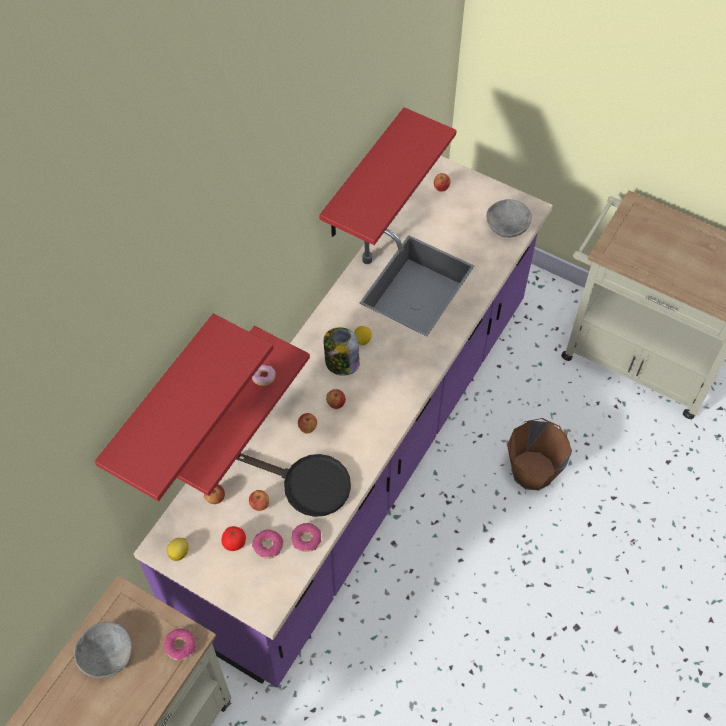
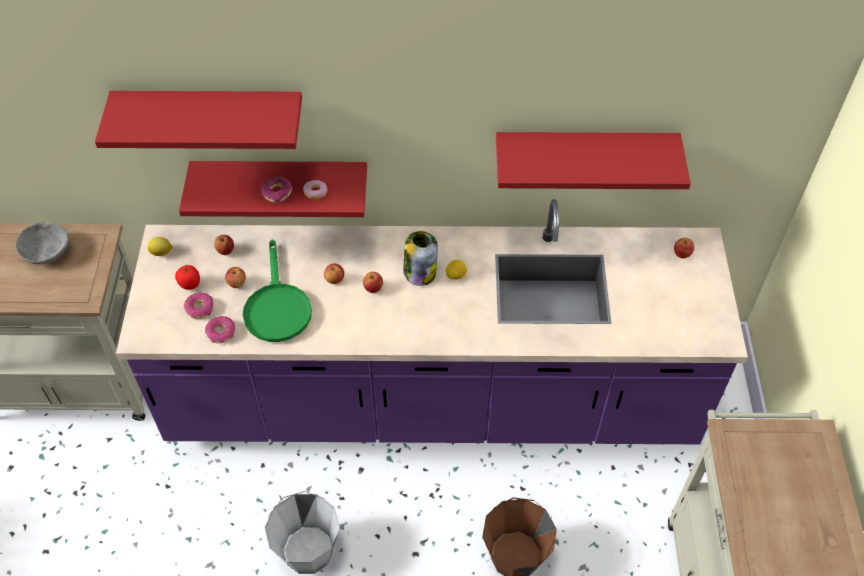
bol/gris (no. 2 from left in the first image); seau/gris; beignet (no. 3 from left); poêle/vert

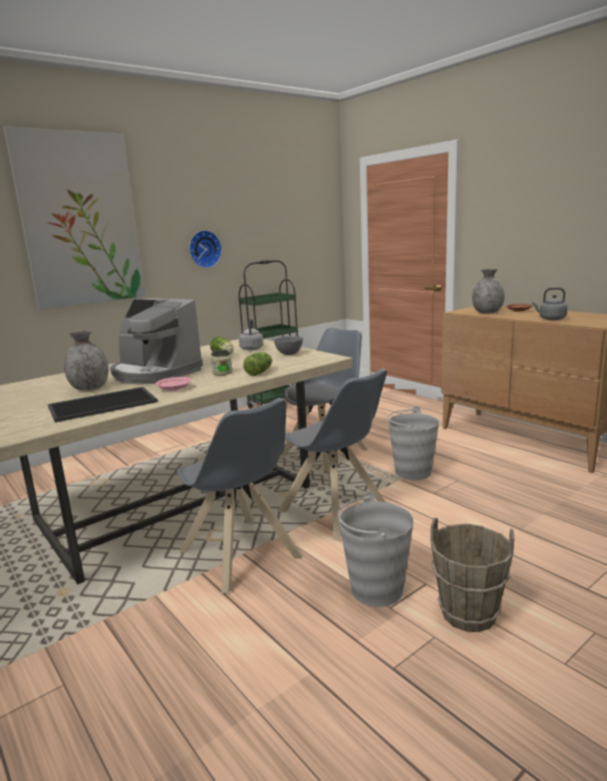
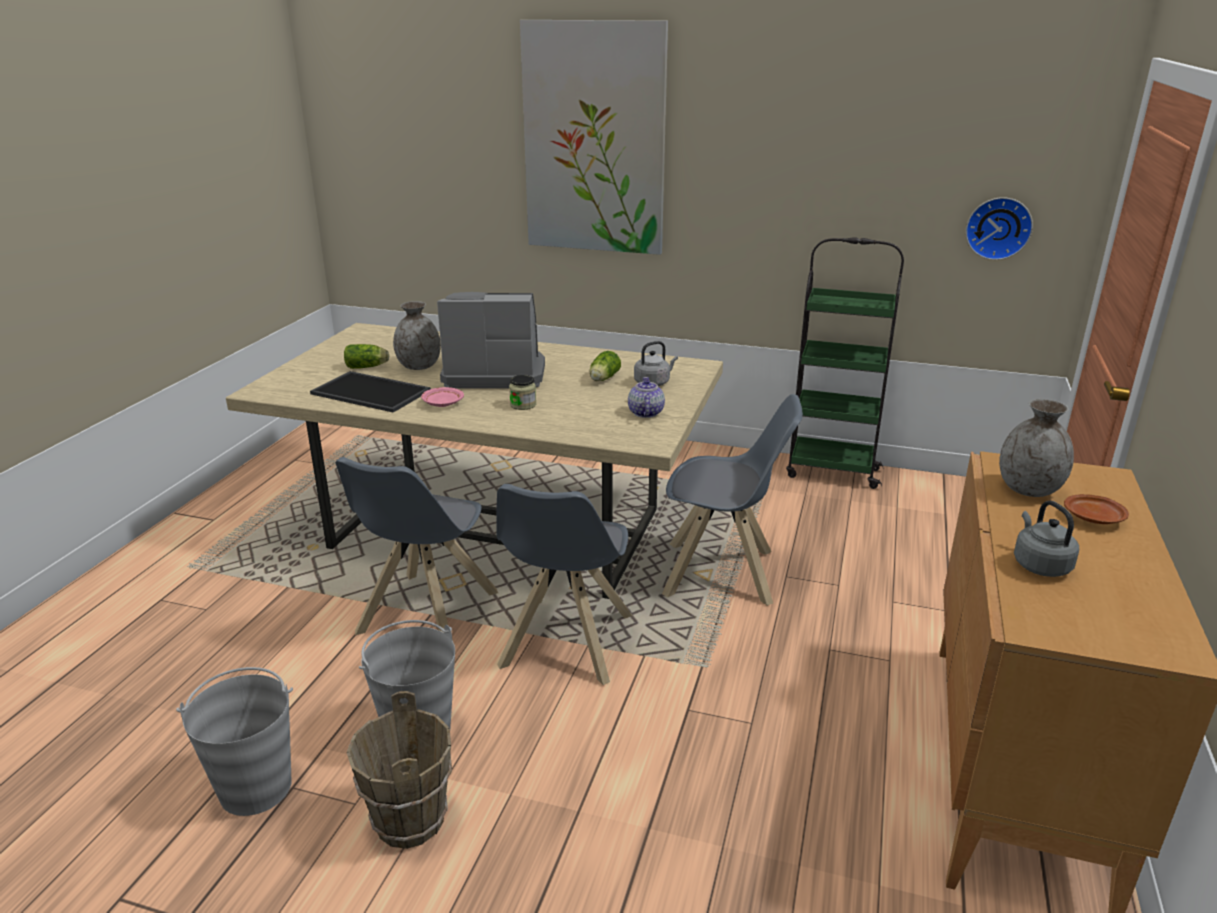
horloge murale; laitue (no. 1 from left); seau/gris (no. 1 from left); théière; machine à café

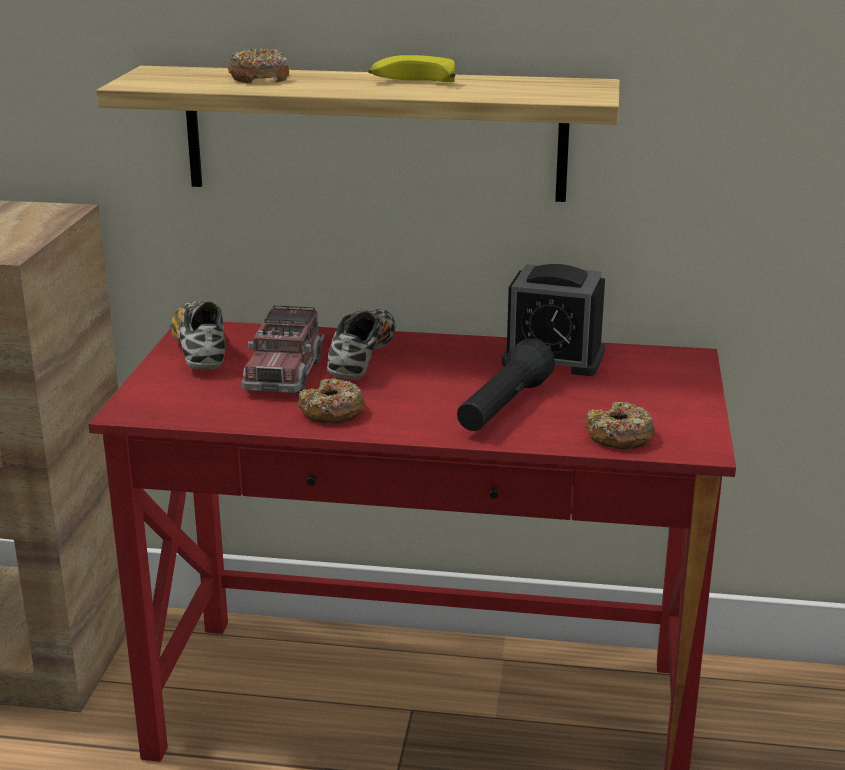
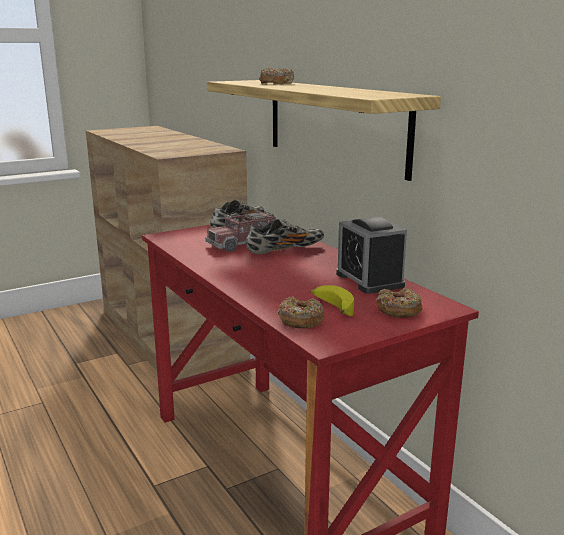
lampe de poche/noir; beignet (no. 3 from left); banane

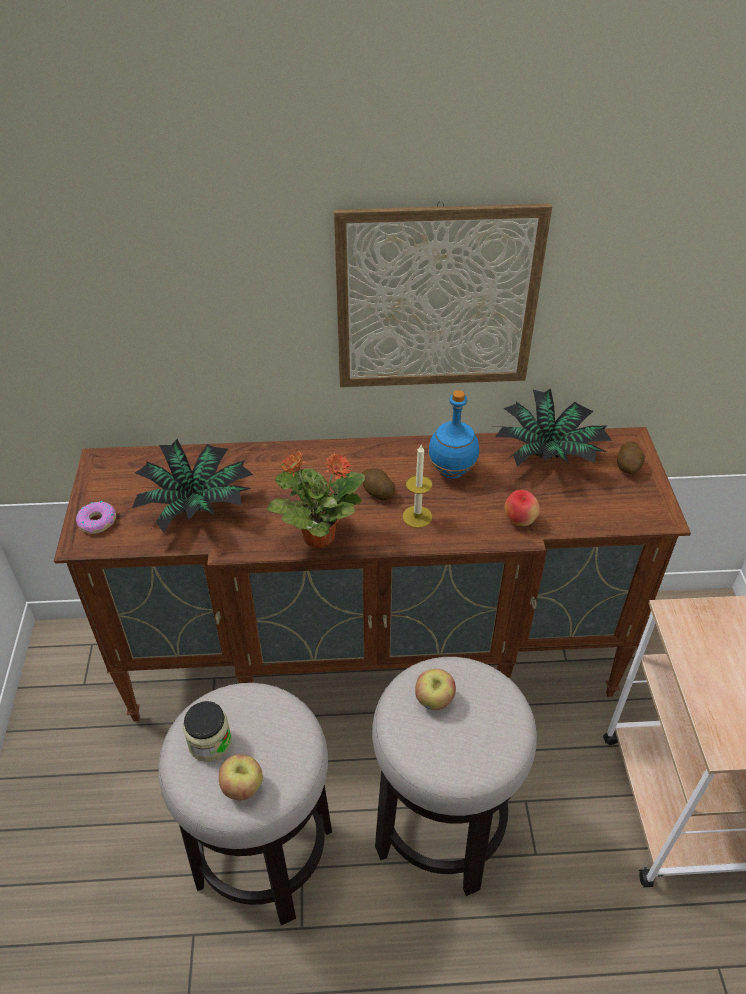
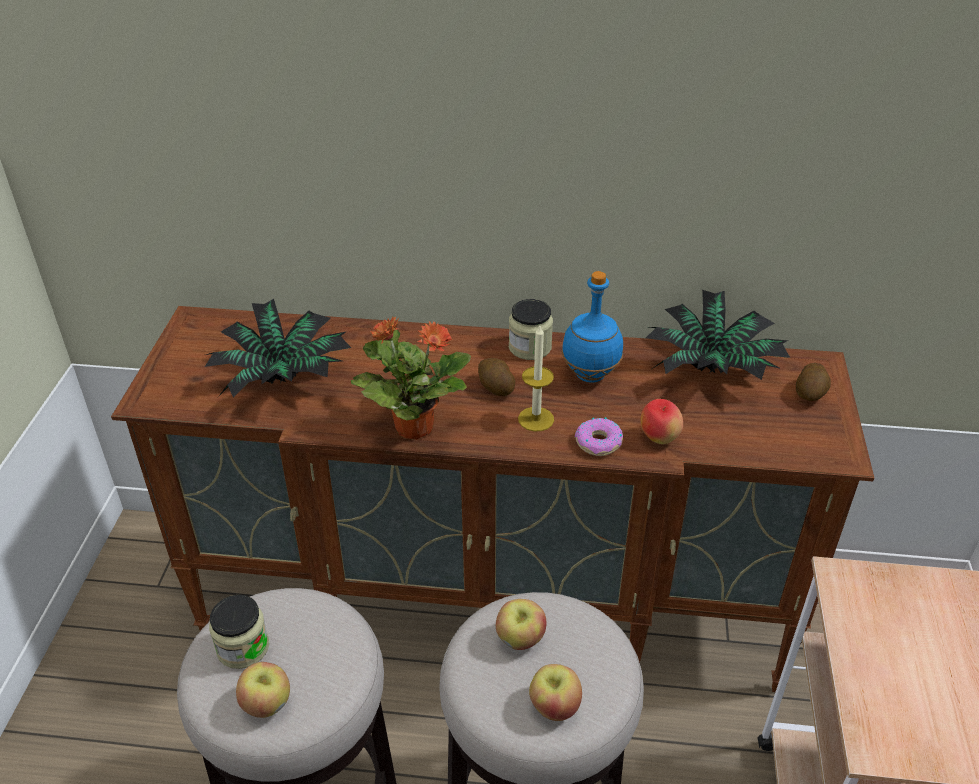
tableau; bocal (no. 2 from left); pomme (no. 3 from left); beignet

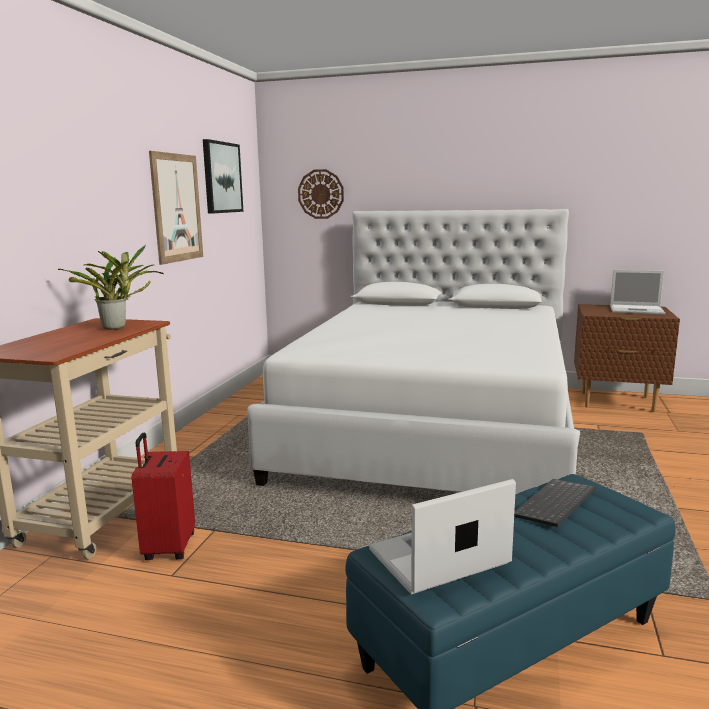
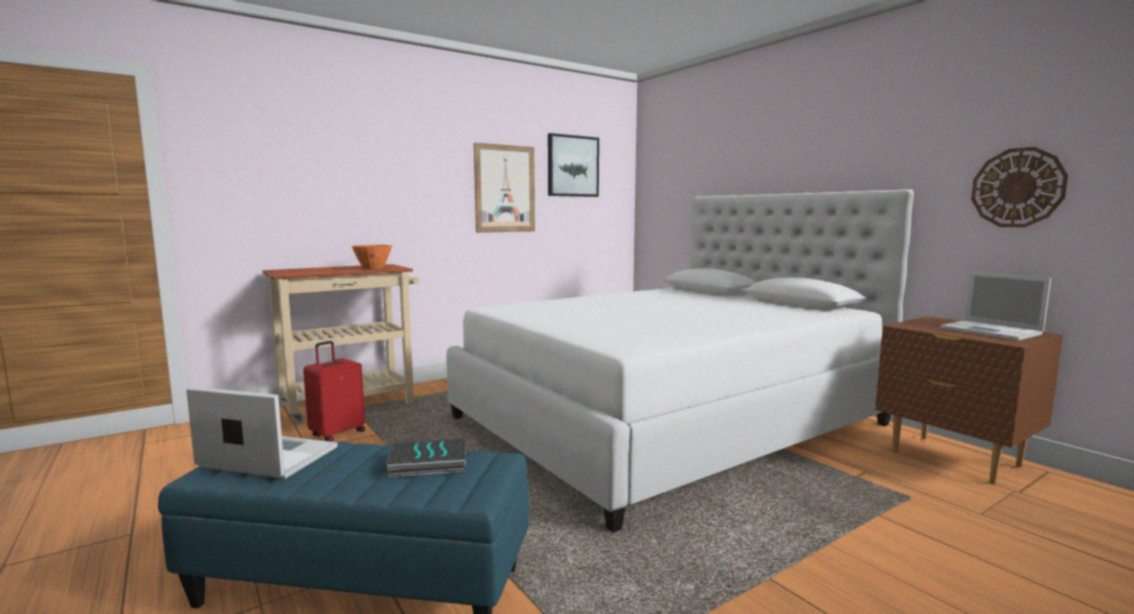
horloge murale; bol/orange; livre

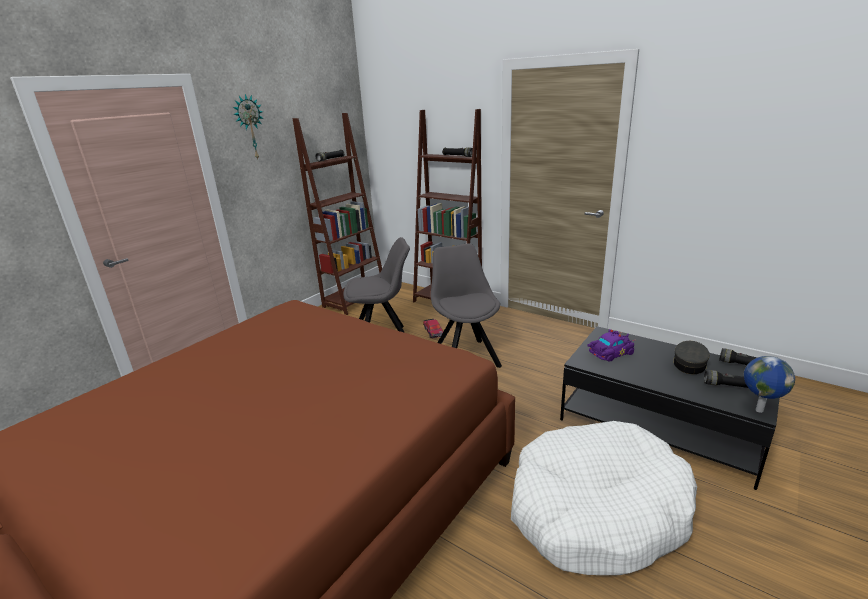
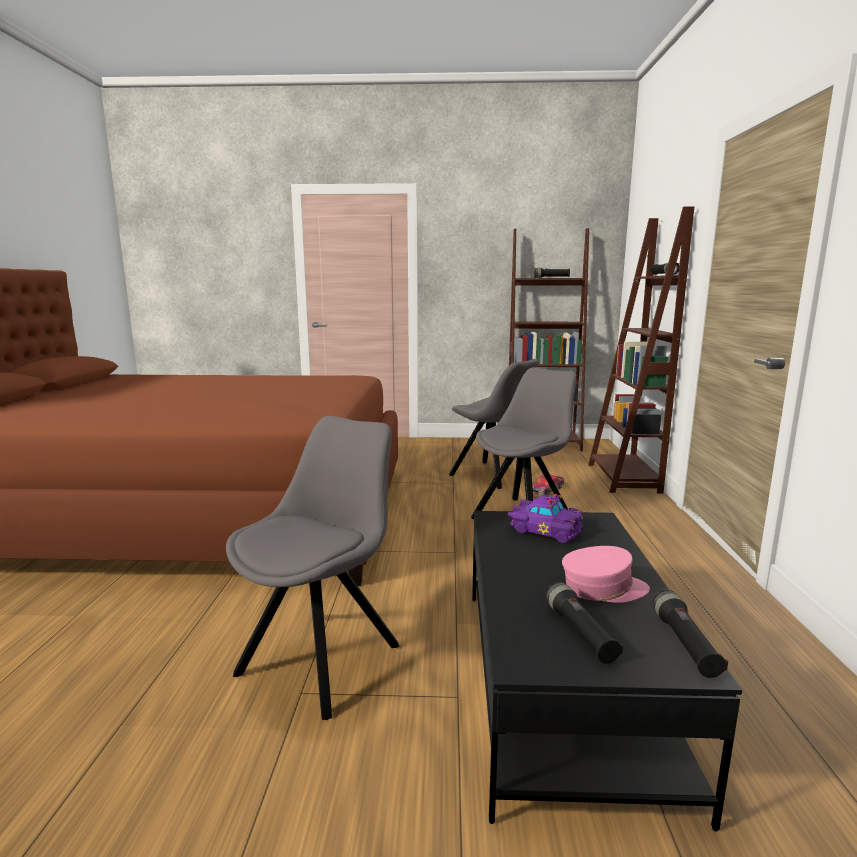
horloge murale; globe; chaise/gris (no. 1 from left); casquette/rose

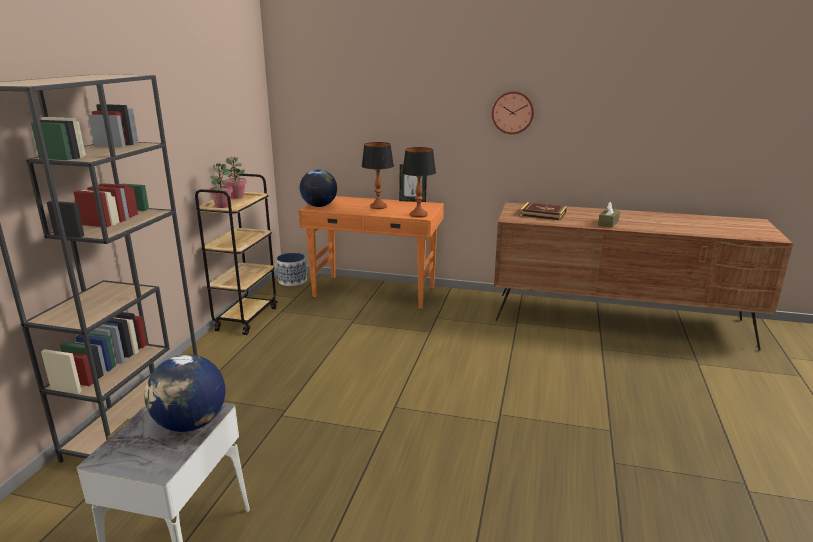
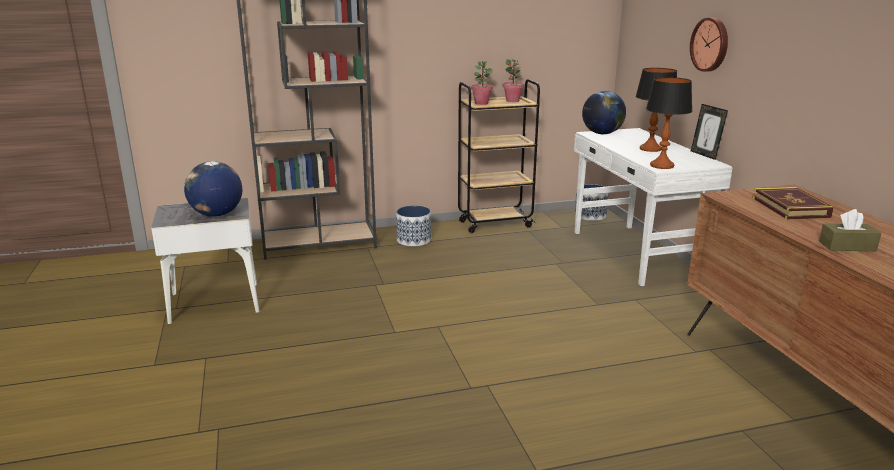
cache-pot (no. 1 from left); horloge murale; table console/blanc

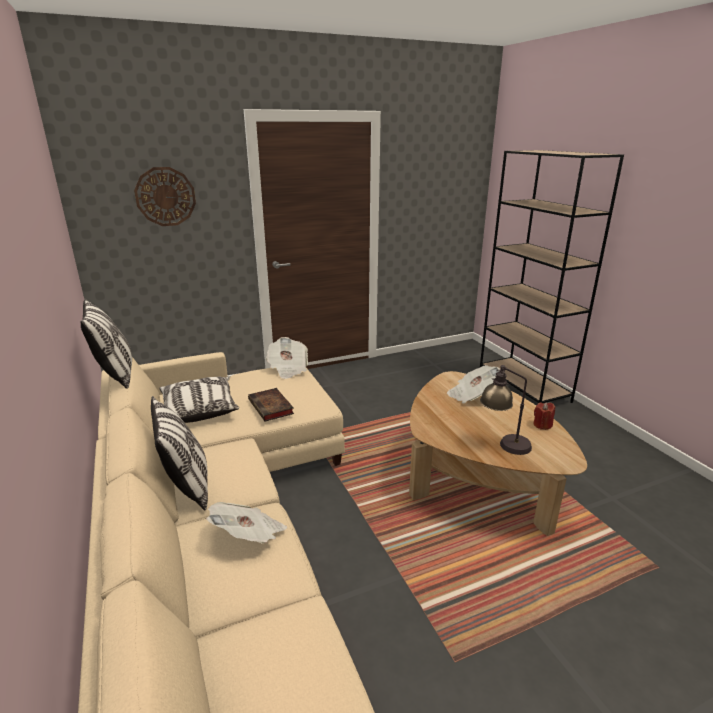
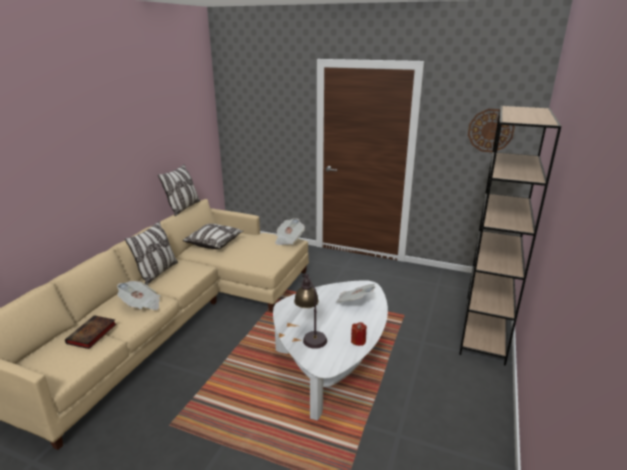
horloge murale; livre; table basse/blanc

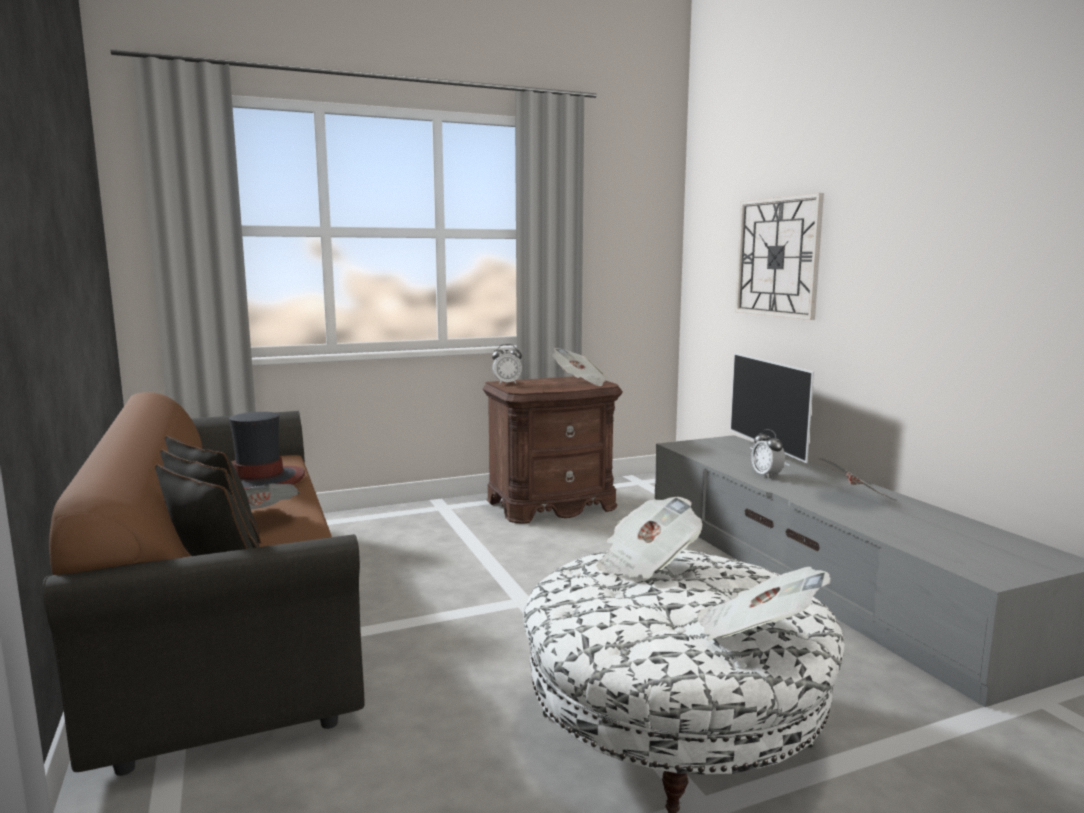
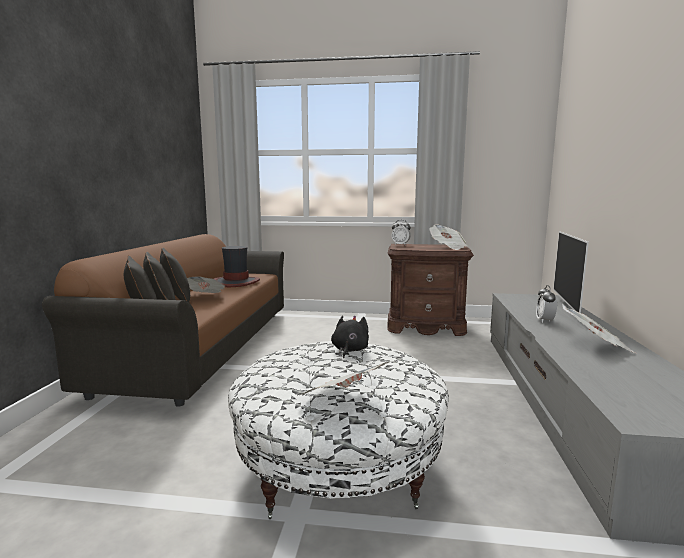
horloge murale; peluche/noir

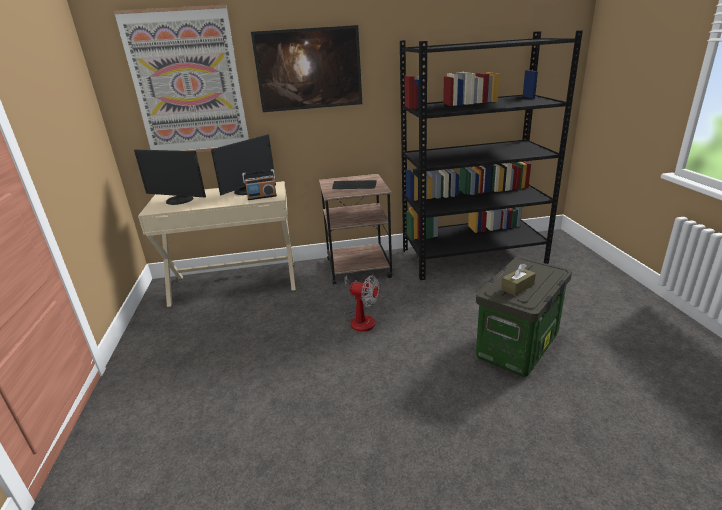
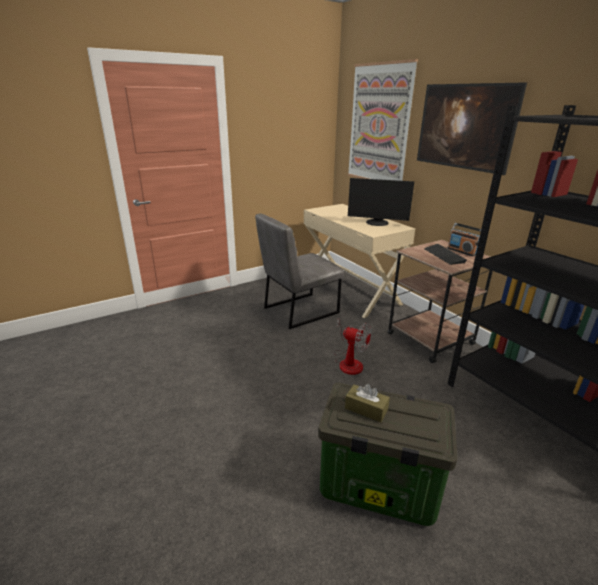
écran d'ordinateur (no. 1 from left in the first image); chaise/gris; radio; ventilateur

